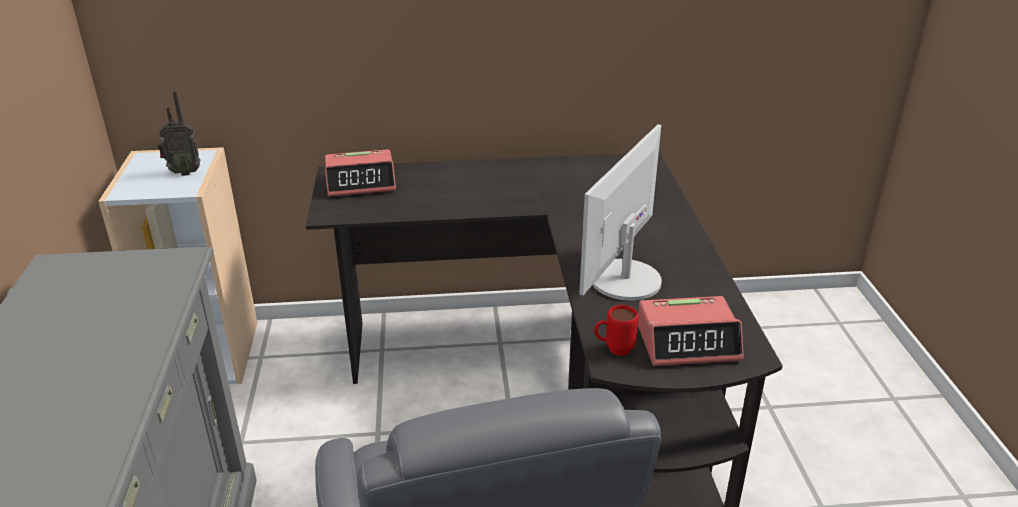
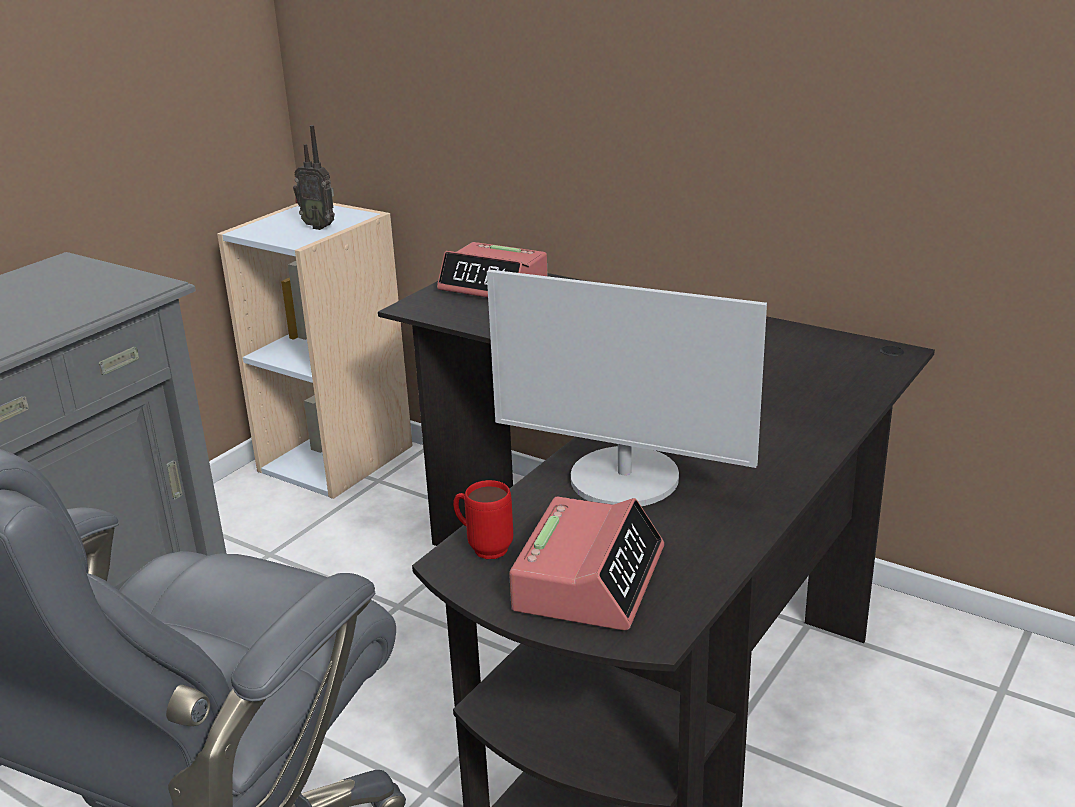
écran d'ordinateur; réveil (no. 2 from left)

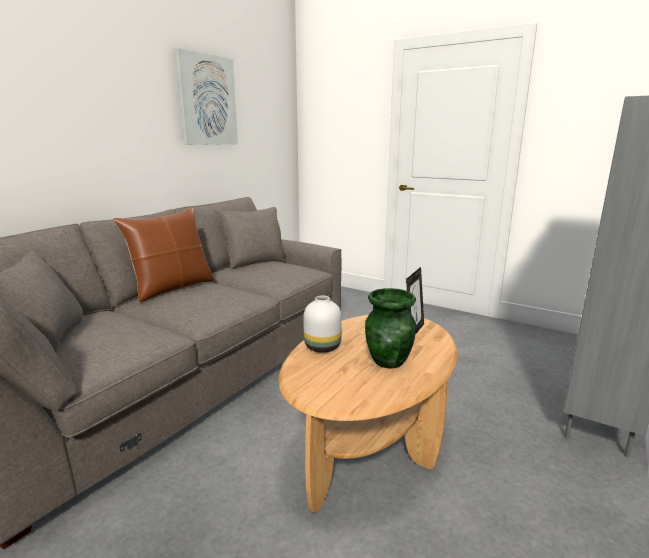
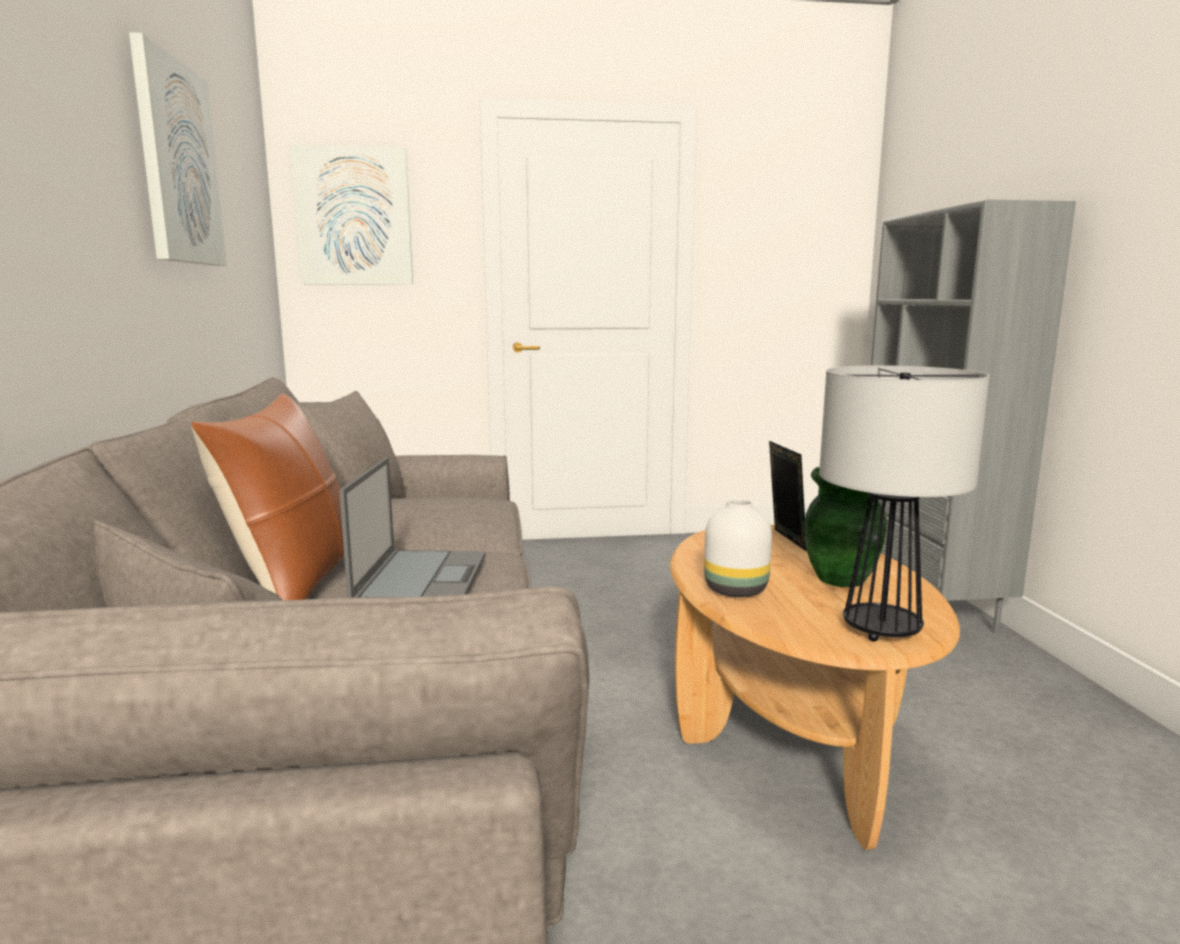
tableau (no. 2 from left); ordinateur portable; lampe de table

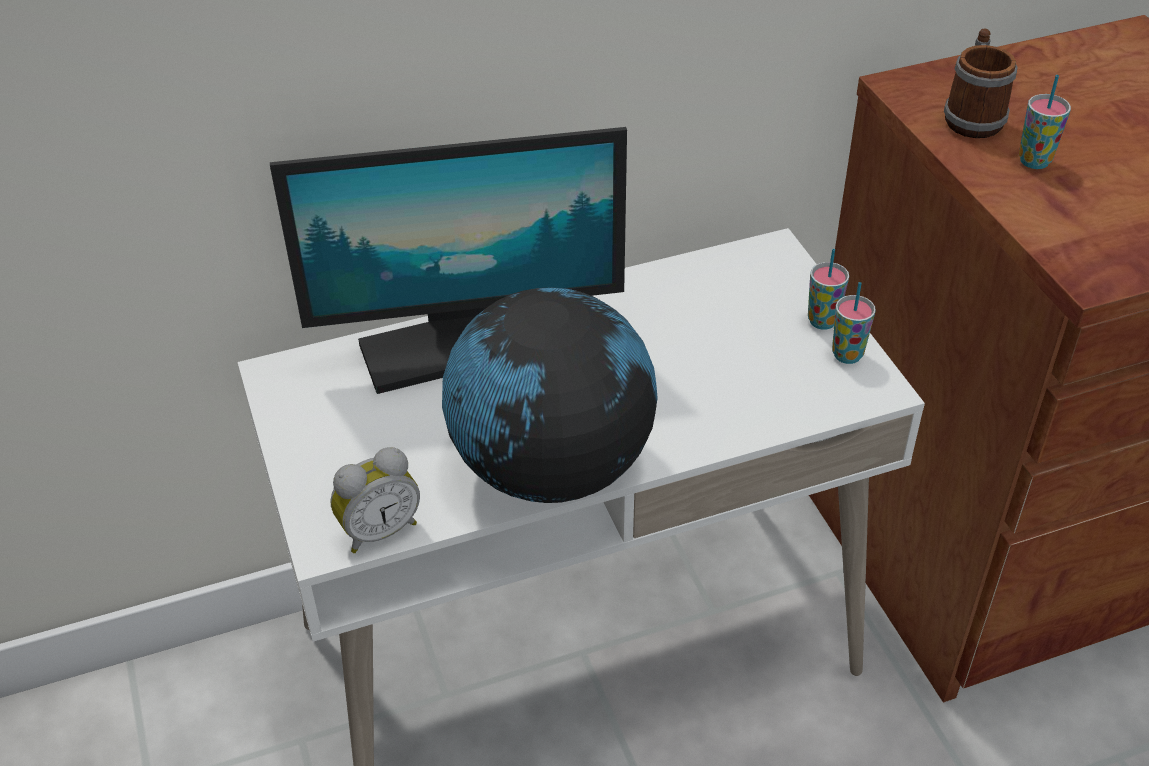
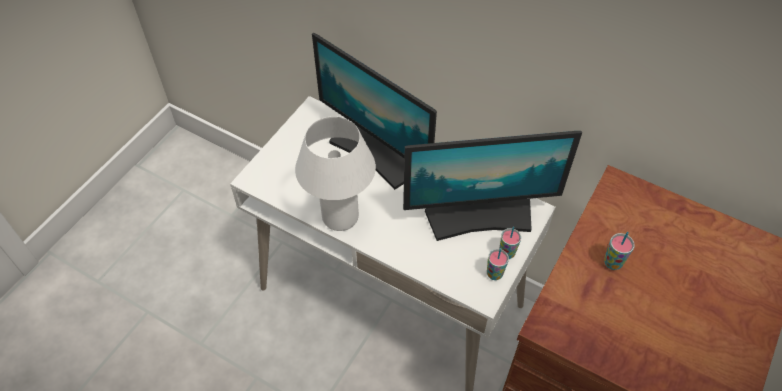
réveil; mug; écran d'ordinateur (no. 2 from left); lampe de table/blanc

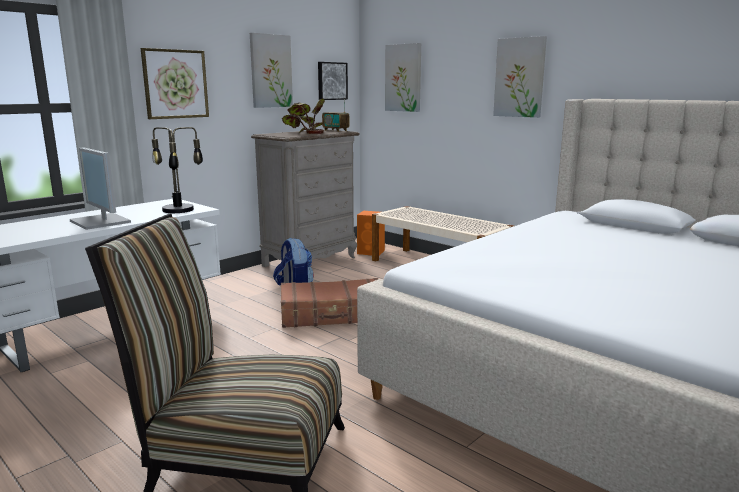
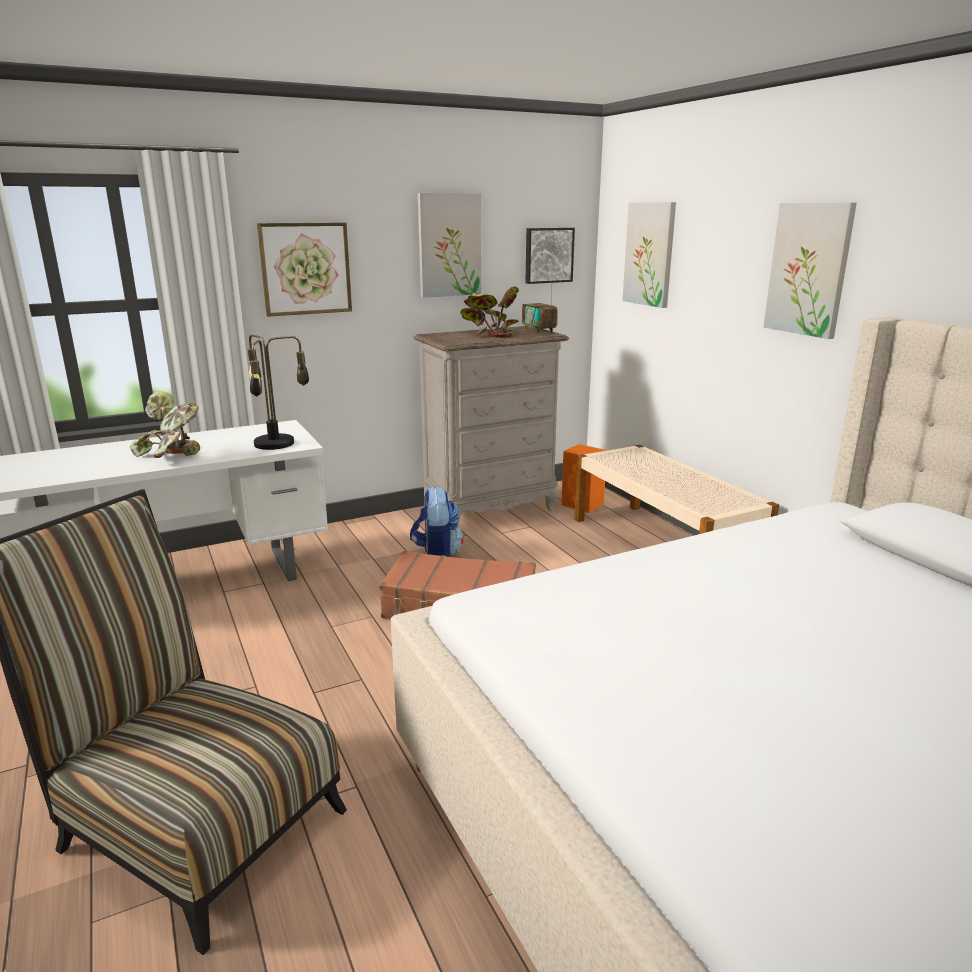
plante en pot (no. 1 from left)

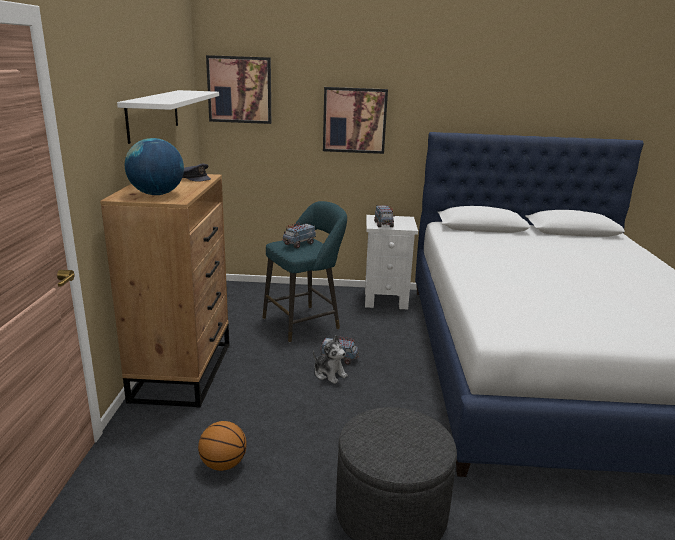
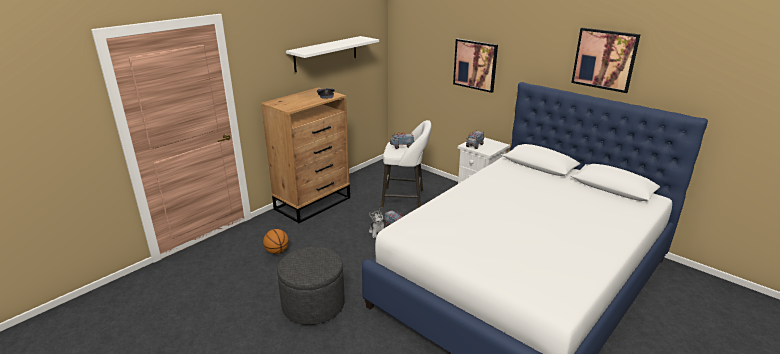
globe; tableau (no. 2 from left); tabouret/blanc

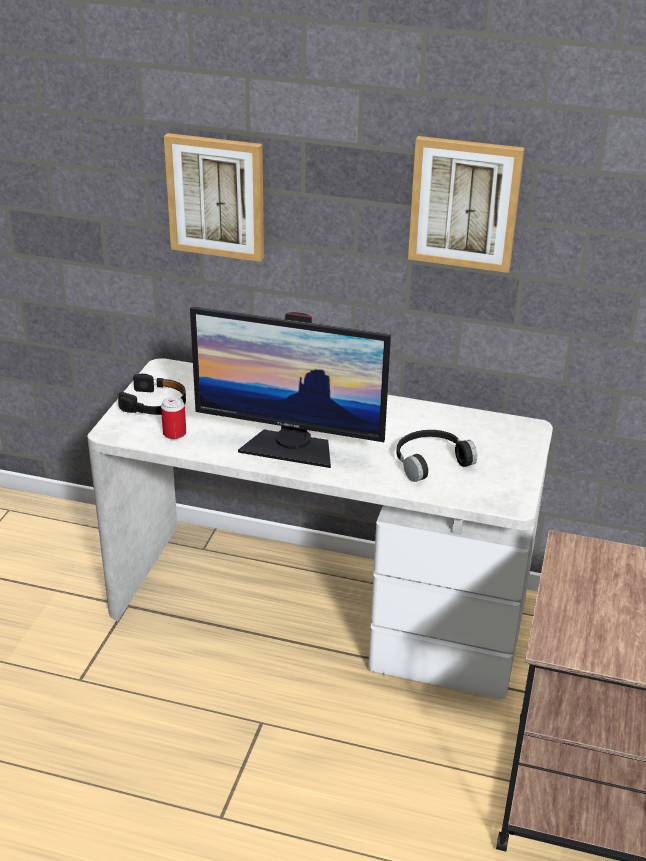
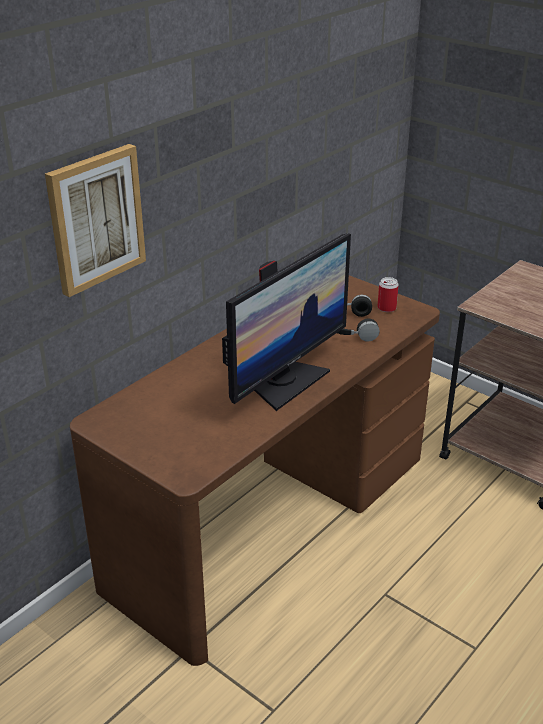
casque audio/noir (no. 1 from left in the first image); tableau (no. 2 from left in the first image); boîte métallique; bureau/marron

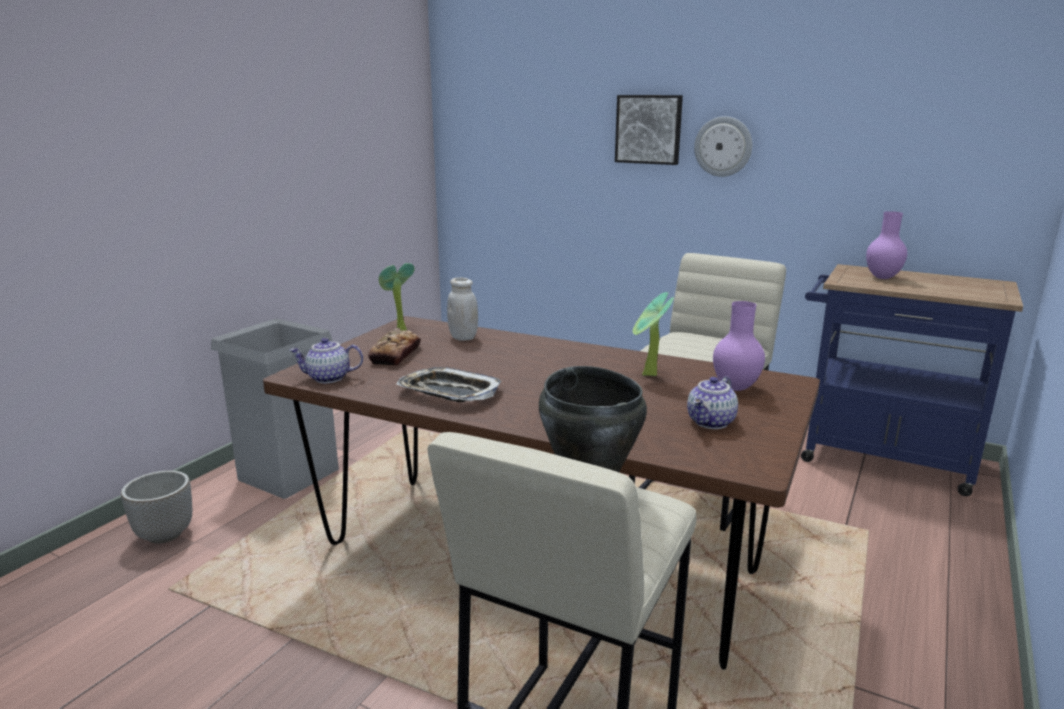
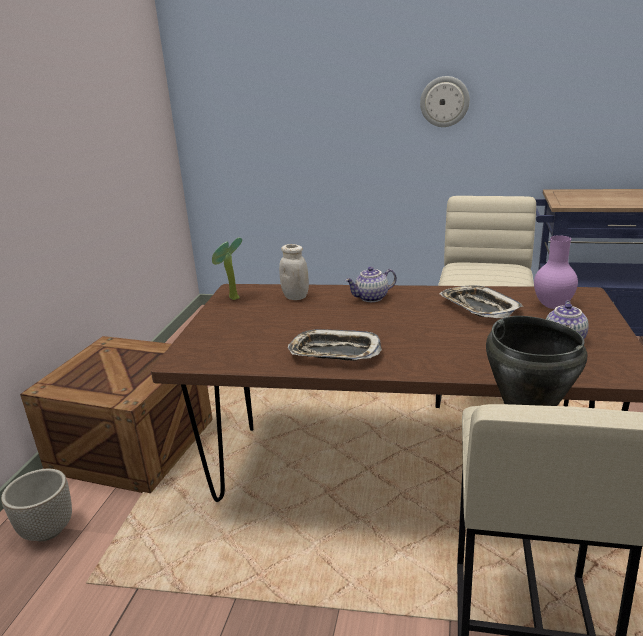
pain; tableau; vase/violet (no. 2 from left in the first image); théière (no. 1 from left); caisse; plateau (no. 2 from left)

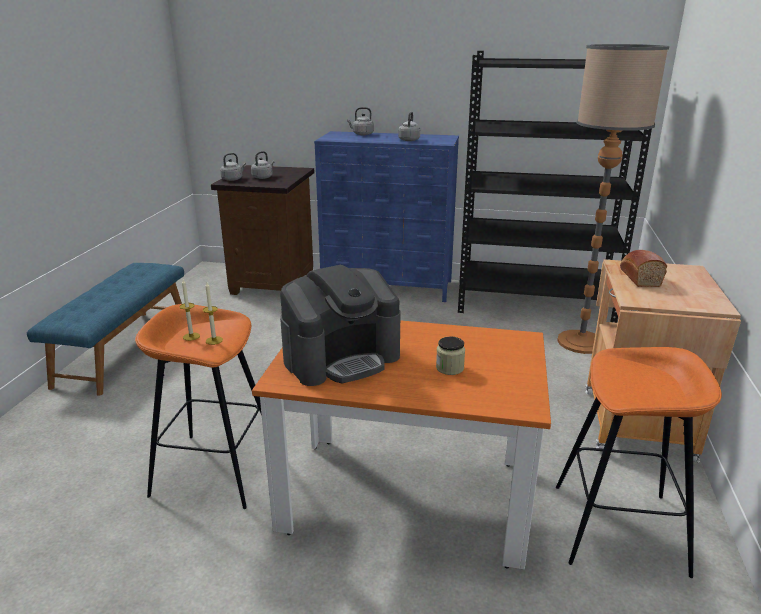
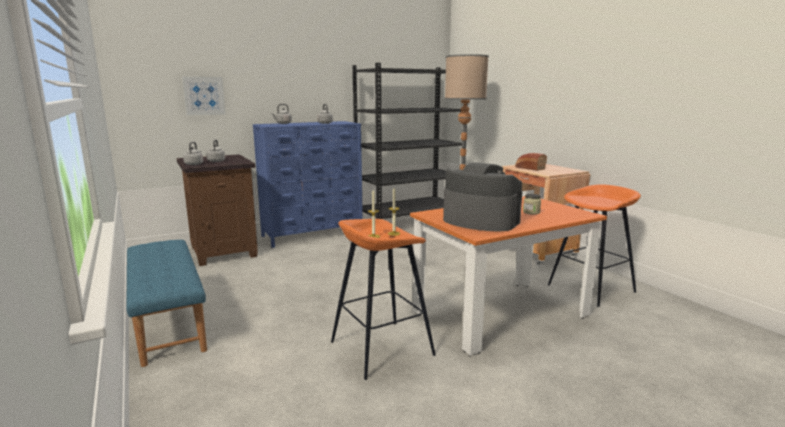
tableau; machine à café

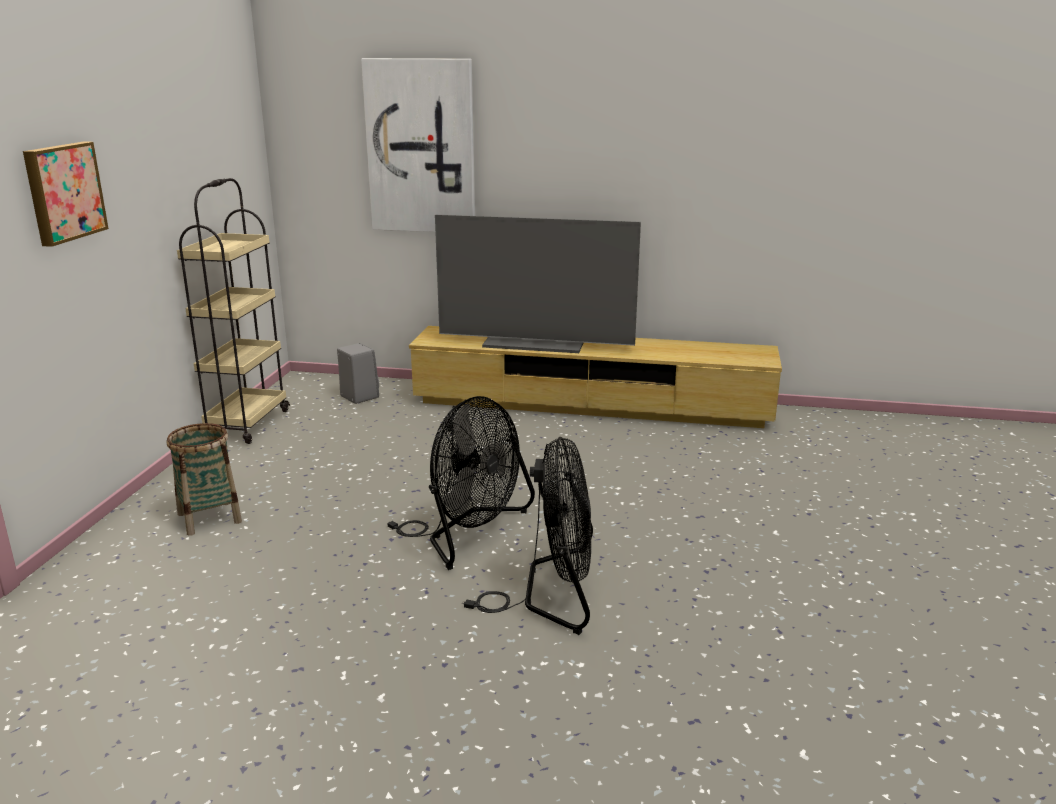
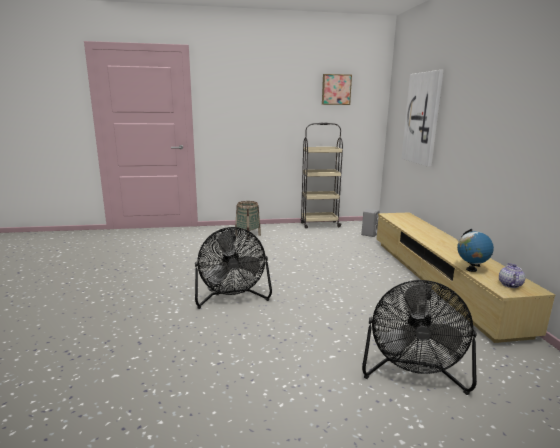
téléviseur; globe; théière; tableau (no. 1 from left); ventilateur/noir (no. 2 from left)

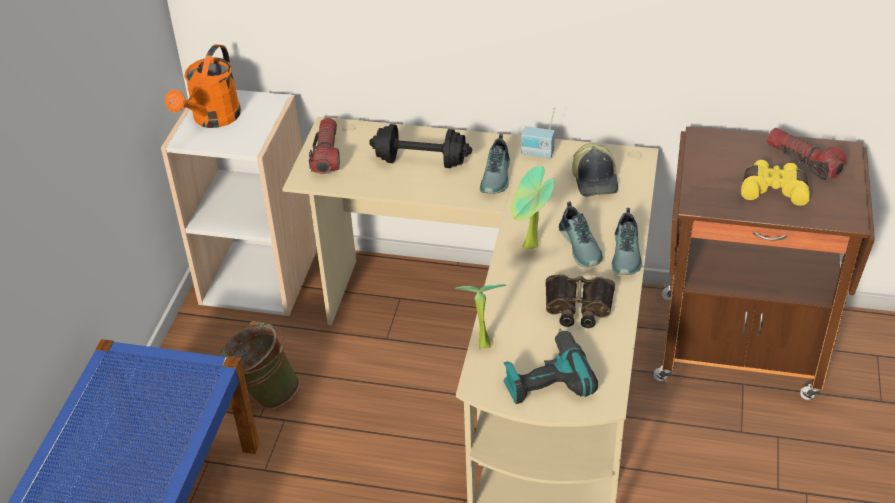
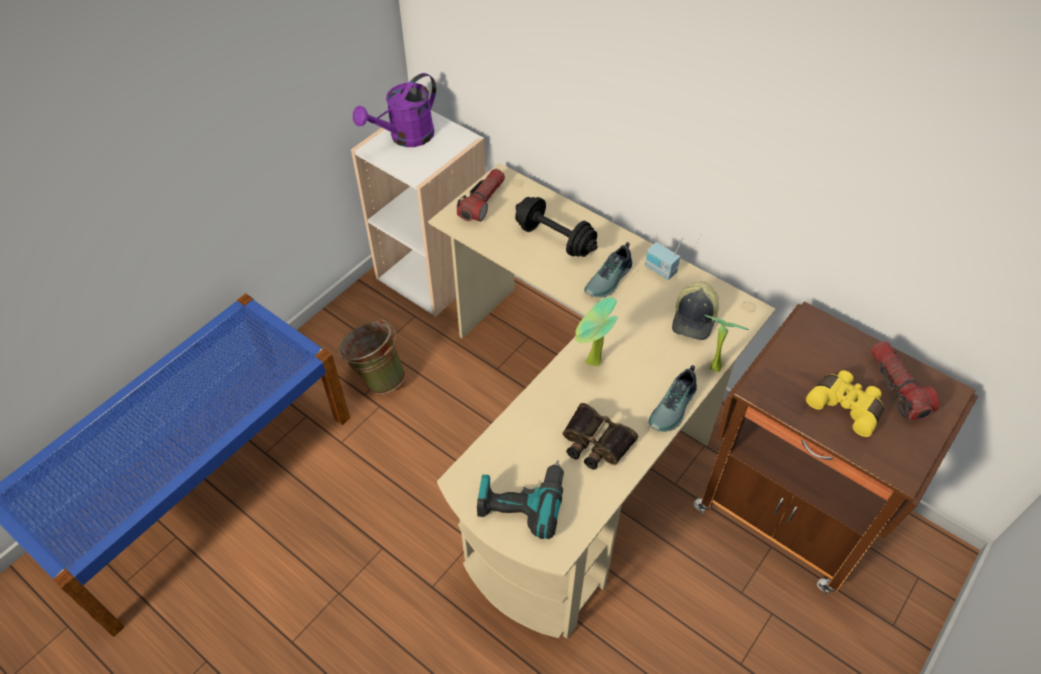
chaussure (no. 2 from left in the first image); plante en pot (no. 2 from left); arrosoir/violet

